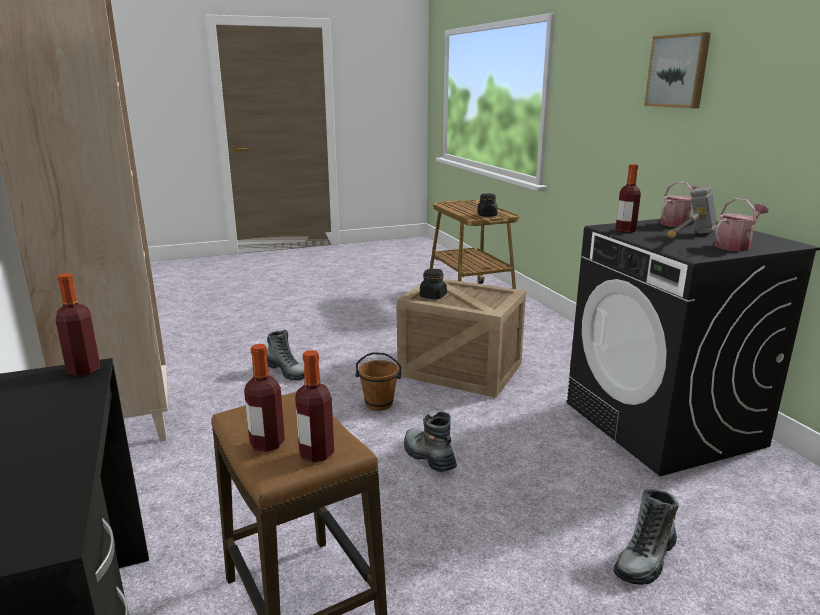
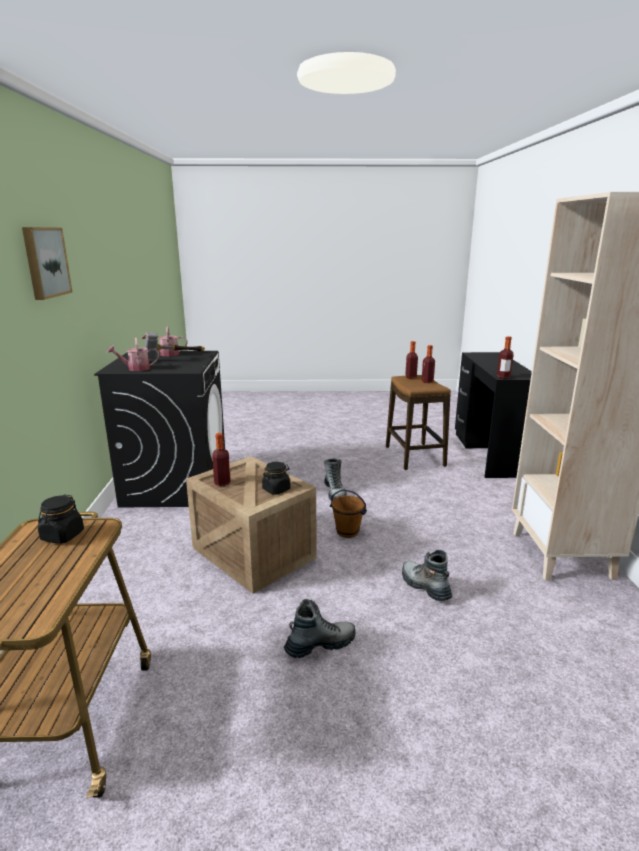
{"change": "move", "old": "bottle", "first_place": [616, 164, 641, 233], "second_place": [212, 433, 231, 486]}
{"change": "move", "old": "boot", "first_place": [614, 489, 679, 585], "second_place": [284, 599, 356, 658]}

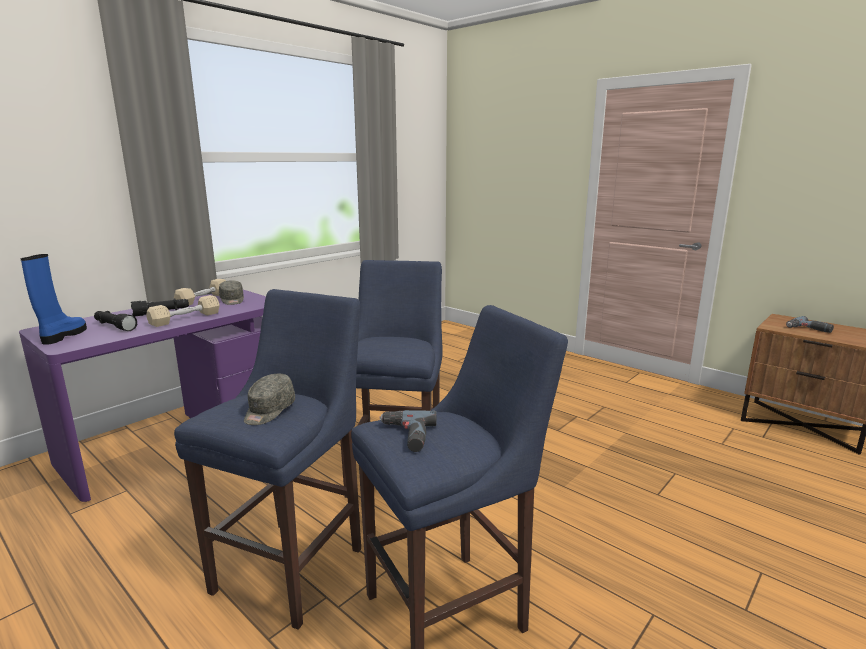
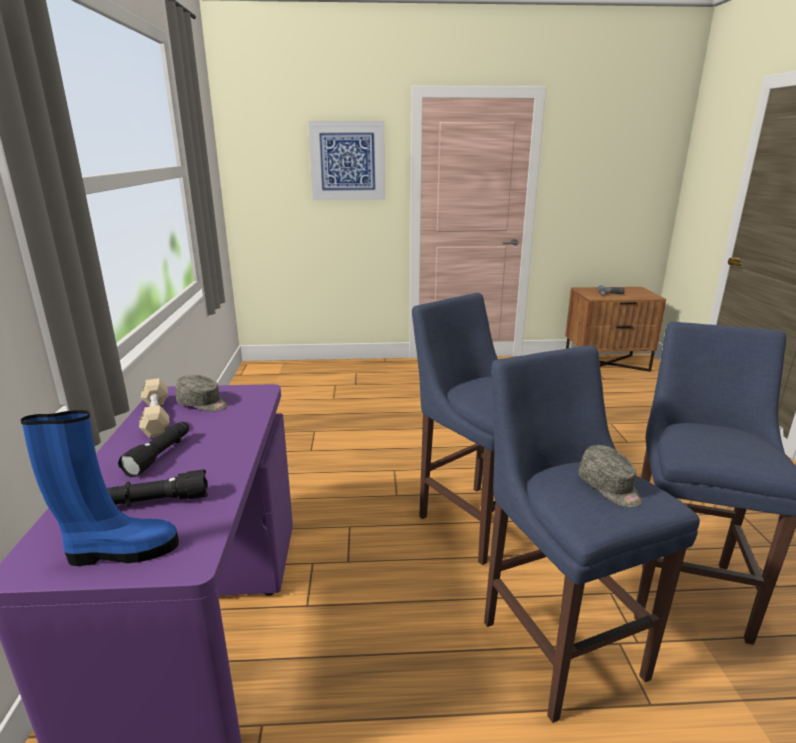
{"change": "rotate", "old": "boot in blue", "first_place": [21, 254, 87, 345], "second_place": [21, 410, 179, 566], "degrees": 120}
{"change": "delete", "old": "dumbbell in beige", "first_place": [146, 295, 220, 327]}
{"change": "delete", "old": "power drill", "first_place": [379, 410, 437, 452]}
{"change": "insert", "new": "picture", "second_place": [308, 121, 385, 200]}

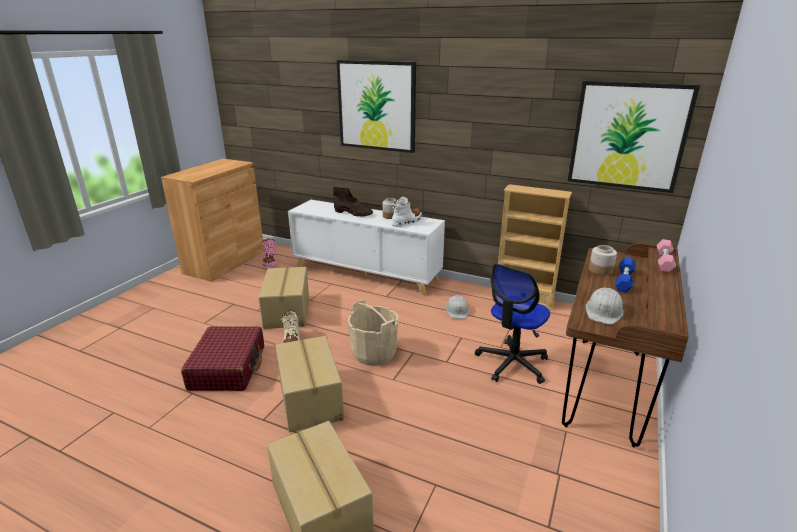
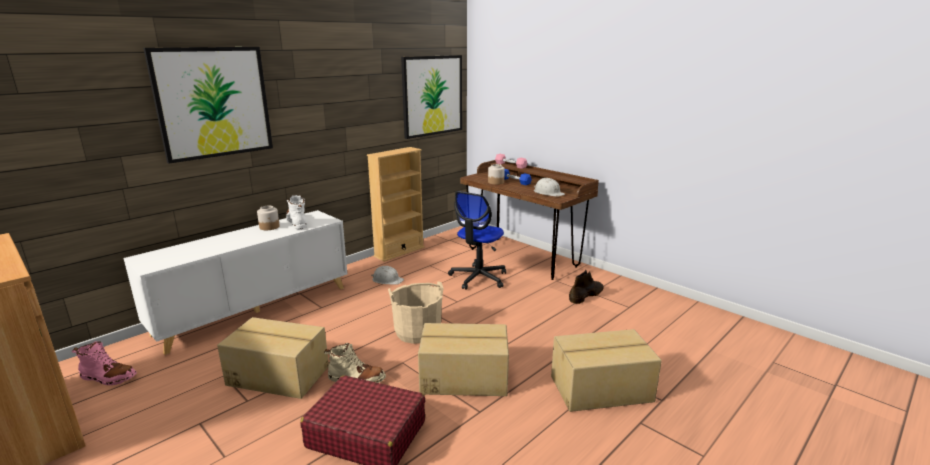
{"change": "move", "old": "boot in brown", "first_place": [333, 187, 373, 217], "second_place": [569, 270, 604, 304]}
{"change": "rotate", "old": "office chair", "first_place": [475, 263, 550, 384], "second_place": [448, 191, 506, 290], "degrees": 60}

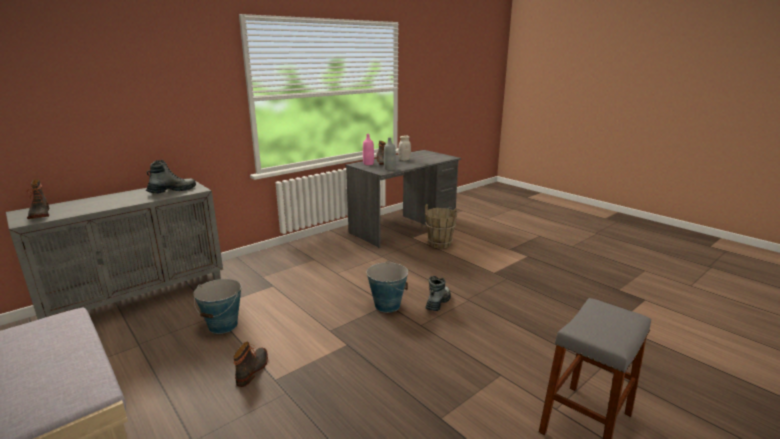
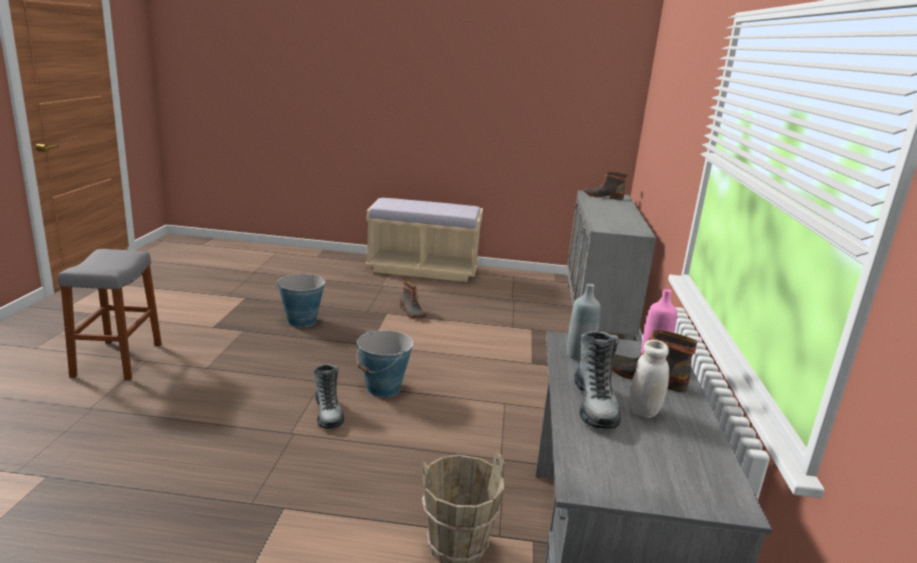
{"change": "move", "old": "boot", "first_place": [146, 160, 196, 194], "second_place": [574, 331, 621, 429]}
{"change": "move", "old": "bucket", "first_place": [193, 279, 241, 334], "second_place": [276, 274, 325, 327]}

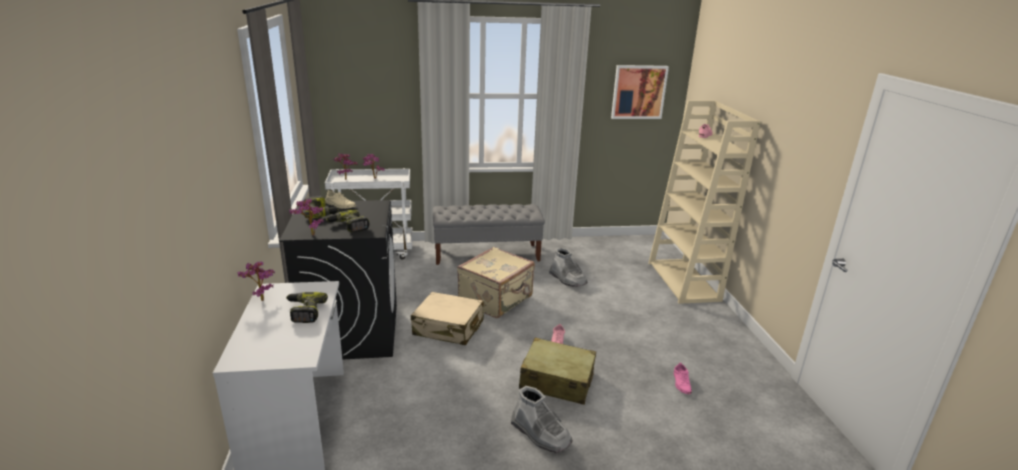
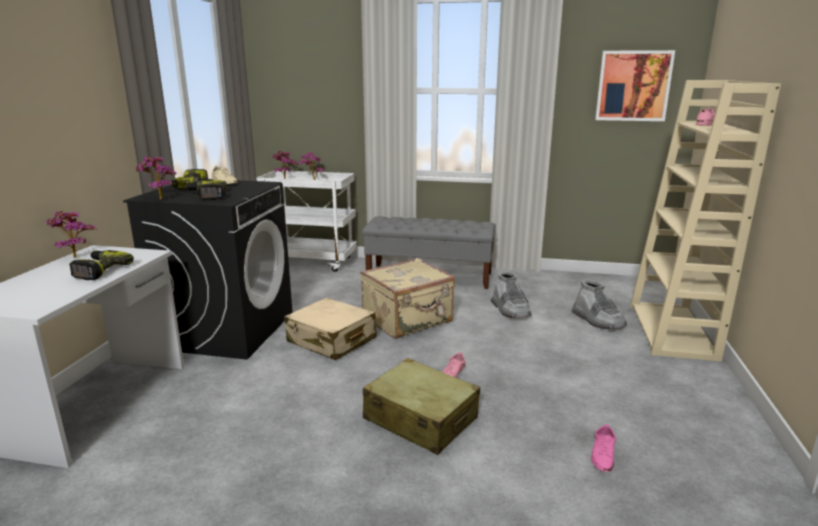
{"change": "move", "old": "boot in grey", "first_place": [511, 386, 573, 453], "second_place": [572, 279, 627, 329]}

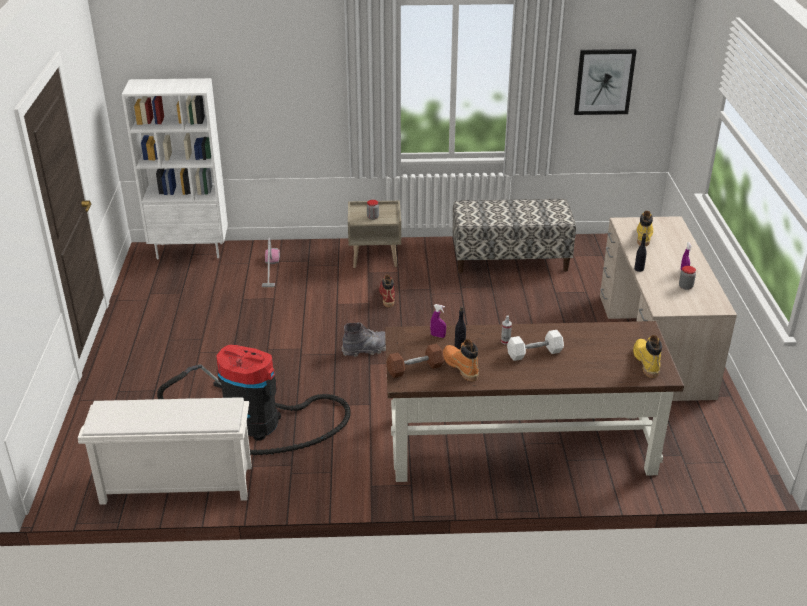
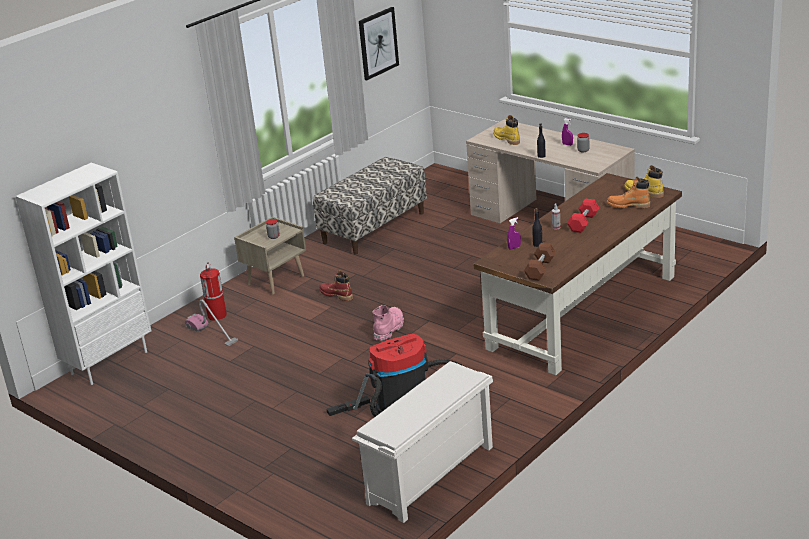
{"change": "recolor", "old": "boot in grey", "new": "boot in pink", "first_place": [342, 323, 386, 357], "second_place": [372, 305, 404, 341]}
{"change": "recolor", "old": "dumbbell in white", "new": "dumbbell in red", "first_place": [507, 330, 564, 361], "second_place": [567, 198, 599, 233]}
{"change": "move", "old": "boot in orange", "first_place": [443, 339, 479, 381], "second_place": [607, 177, 651, 209]}
{"change": "insert", "new": "fire extinguisher", "second_place": [200, 262, 227, 321]}

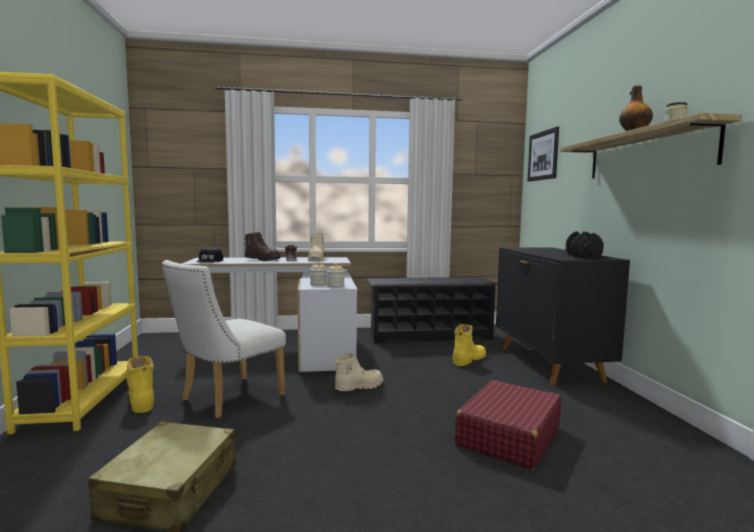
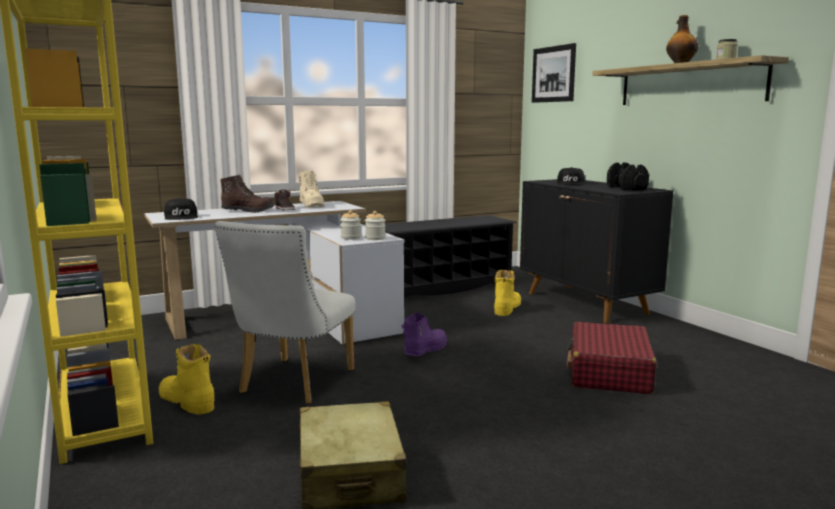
{"change": "recolor", "old": "boot in beige", "new": "boot in purple", "first_place": [334, 353, 383, 391], "second_place": [402, 313, 447, 356]}
{"change": "insert", "new": "cap in black", "second_place": [557, 167, 585, 185]}

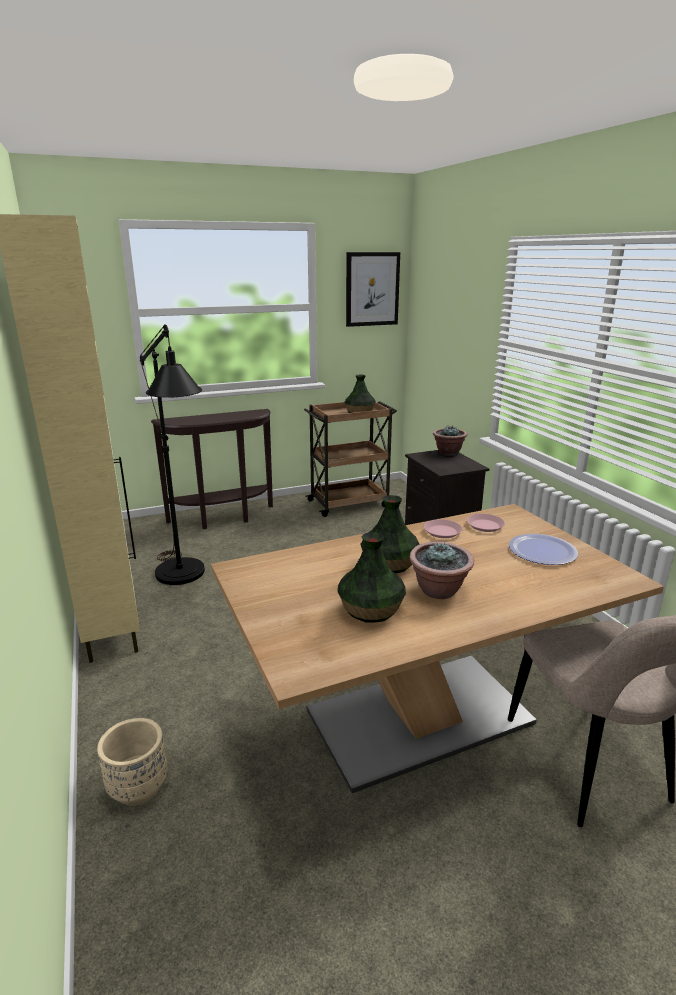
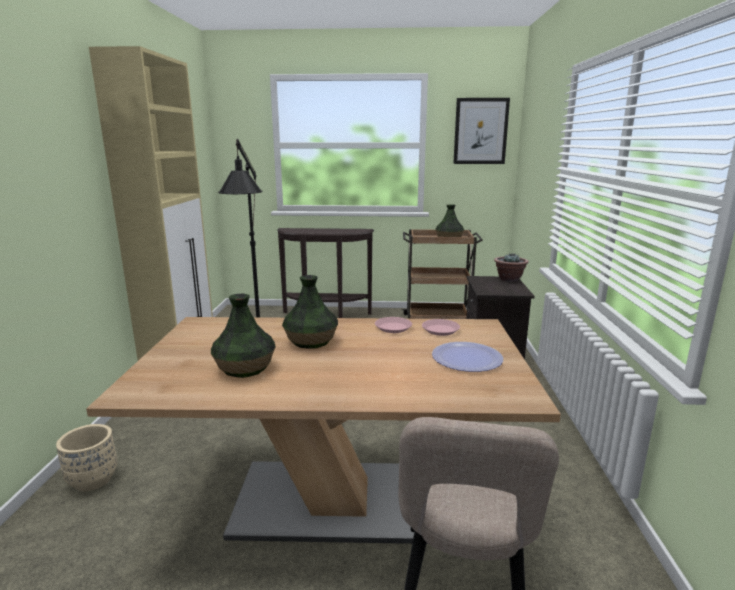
{"change": "delete", "old": "potted plant", "first_place": [409, 542, 474, 599]}

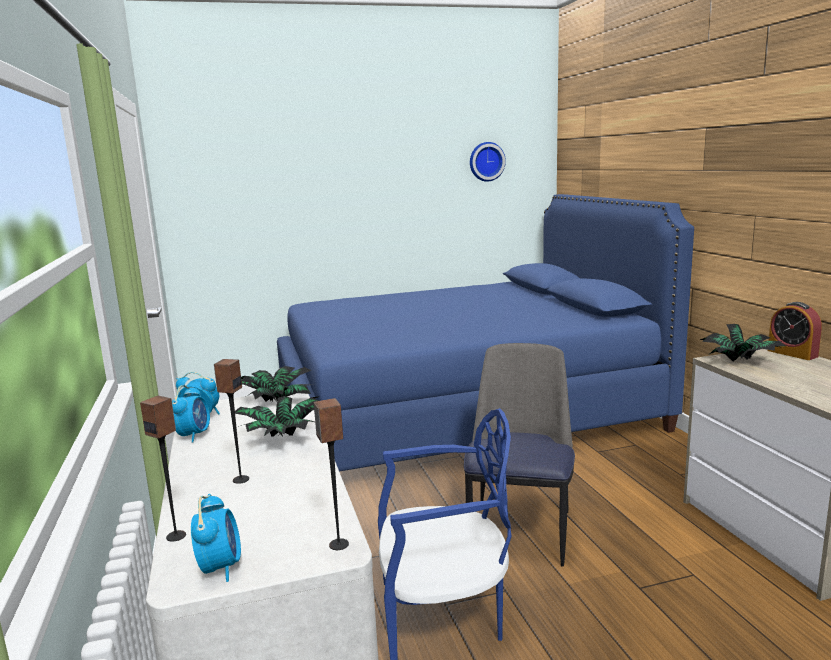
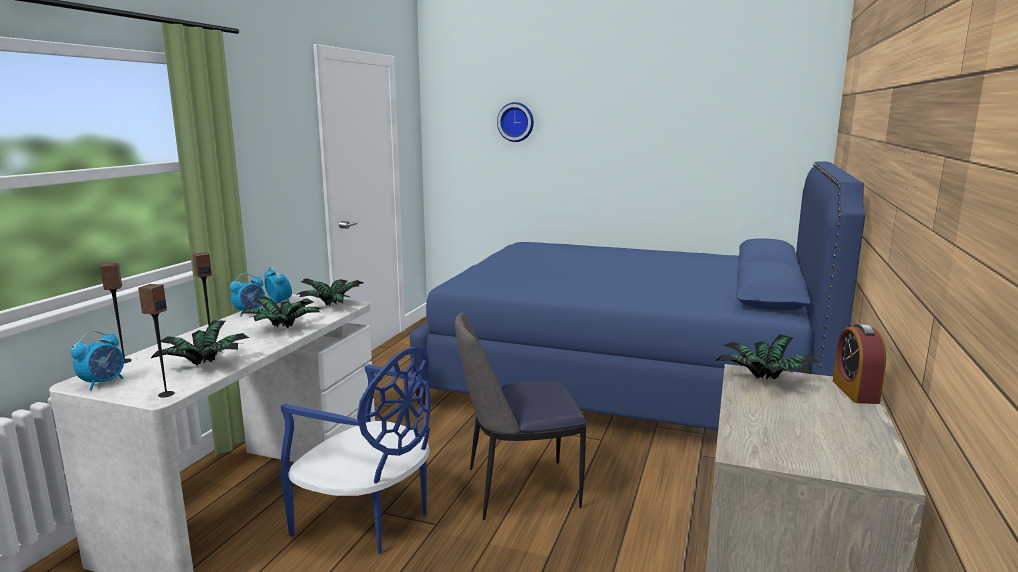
{"change": "move", "old": "wall clock", "first_place": [470, 142, 506, 182], "second_place": [497, 102, 534, 142]}
{"change": "rotate", "old": "chair", "first_place": [464, 343, 575, 567], "second_place": [455, 313, 587, 520], "degrees": -150}
{"change": "insert", "new": "potted plant", "second_place": [151, 320, 249, 365]}

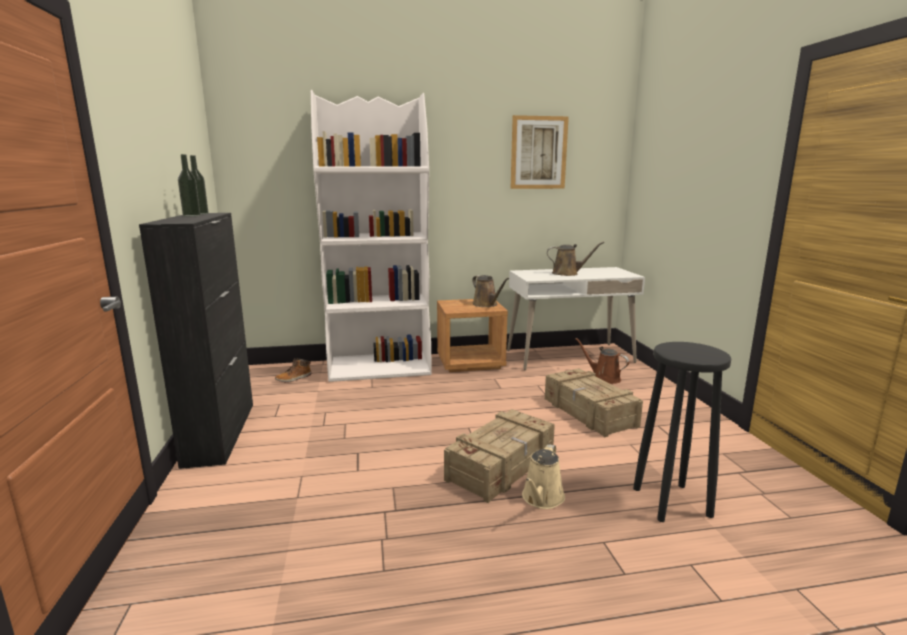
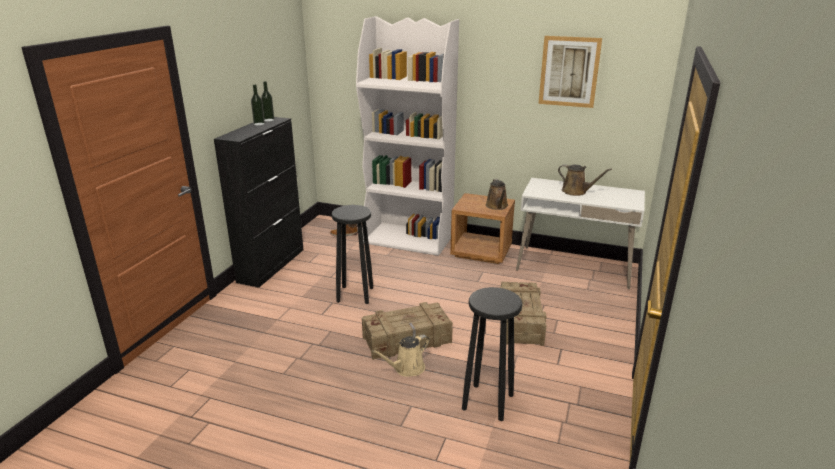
{"change": "delete", "old": "watering can in brown", "first_place": [575, 338, 629, 384]}
{"change": "insert", "new": "stool in black", "second_place": [331, 205, 373, 304]}

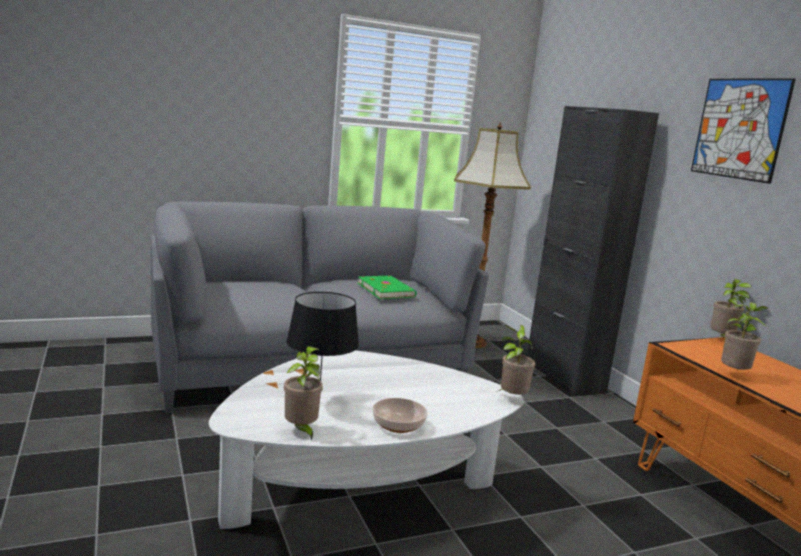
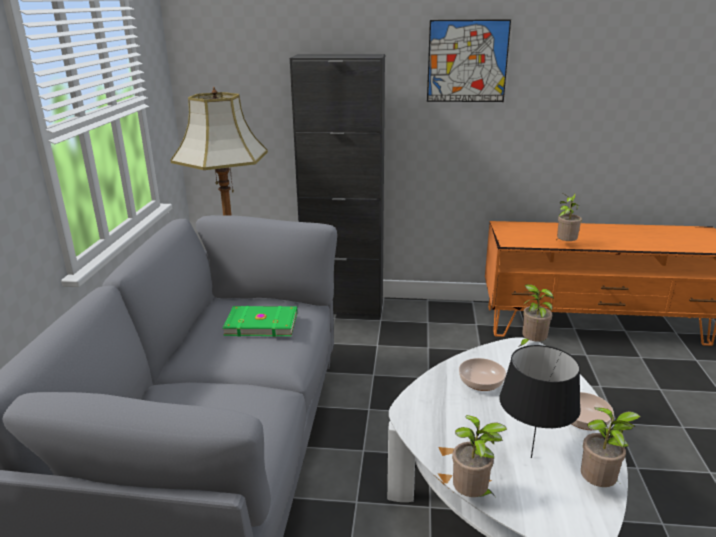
{"change": "move", "old": "potted plant", "first_place": [711, 279, 751, 338], "second_place": [452, 415, 507, 497]}
{"change": "insert", "new": "bowl", "second_place": [459, 358, 506, 391]}

